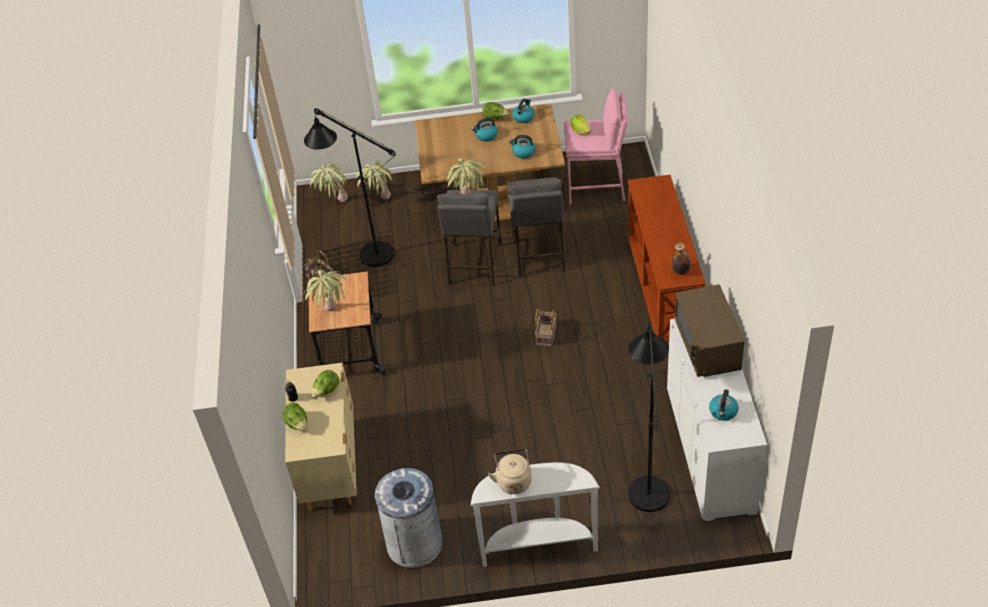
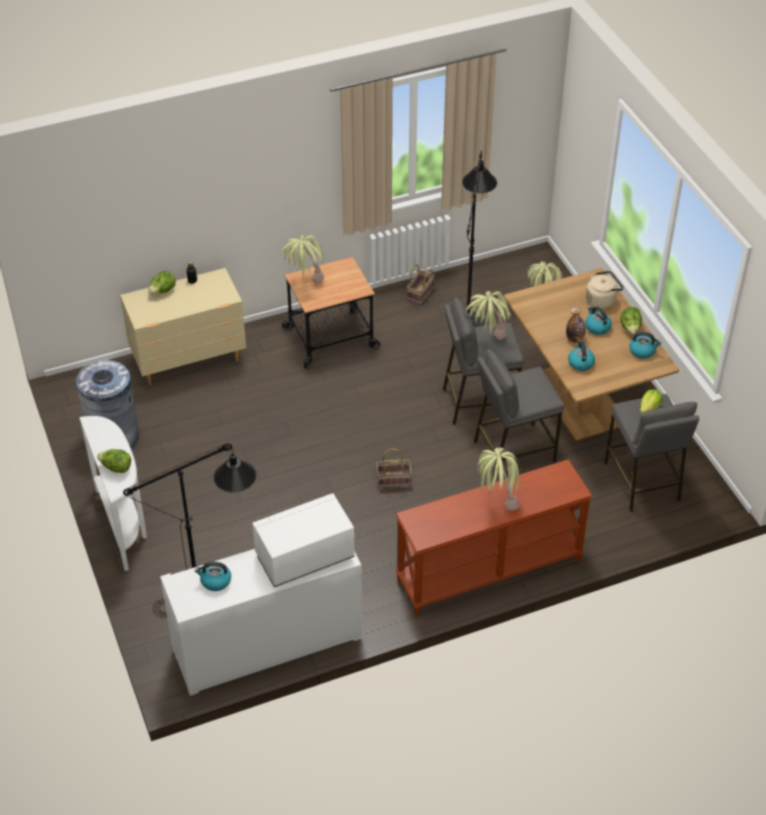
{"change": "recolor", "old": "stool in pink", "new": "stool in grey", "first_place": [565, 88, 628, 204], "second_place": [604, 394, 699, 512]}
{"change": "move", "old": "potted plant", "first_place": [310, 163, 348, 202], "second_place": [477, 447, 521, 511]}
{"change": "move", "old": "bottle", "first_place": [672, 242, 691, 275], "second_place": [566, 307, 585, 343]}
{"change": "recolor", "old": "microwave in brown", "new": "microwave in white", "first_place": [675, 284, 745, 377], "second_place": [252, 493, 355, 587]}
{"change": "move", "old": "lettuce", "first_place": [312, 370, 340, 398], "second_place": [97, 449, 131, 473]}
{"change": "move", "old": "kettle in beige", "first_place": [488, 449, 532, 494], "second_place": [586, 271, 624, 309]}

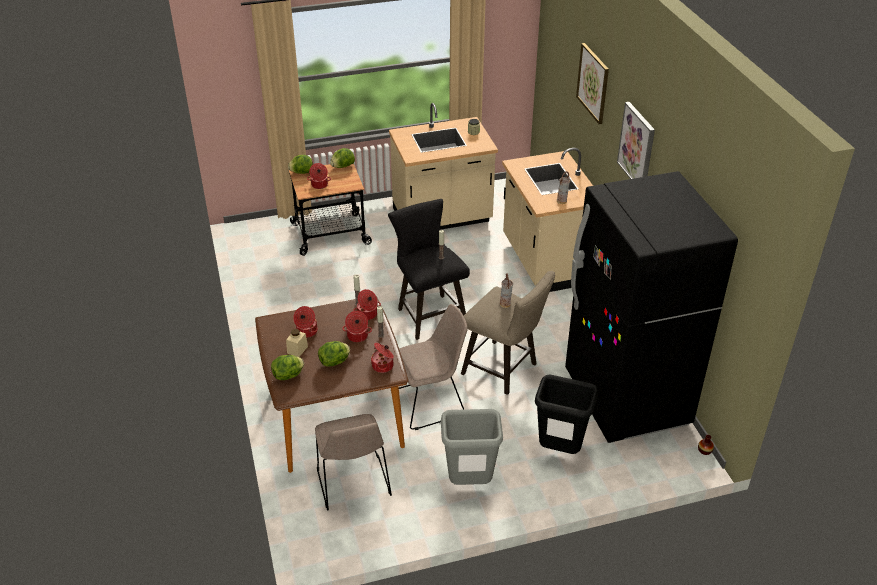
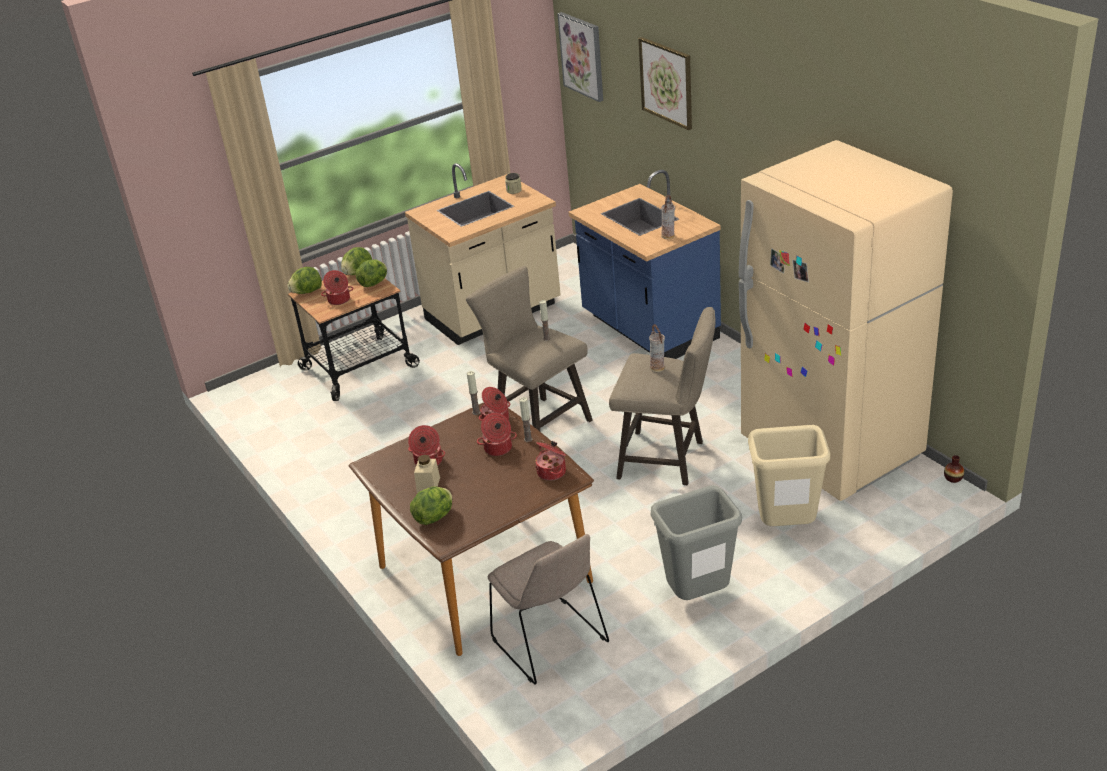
{"change": "move", "old": "picture", "first_place": [617, 102, 655, 179], "second_place": [557, 12, 603, 102]}
{"change": "recolor", "old": "counter in beige", "new": "counter in blue", "first_place": [502, 148, 593, 292], "second_place": [569, 170, 721, 359]}
{"change": "recolor", "old": "fridge in black", "new": "fridge in beige", "first_place": [565, 171, 738, 443], "second_place": [739, 140, 953, 501]}
{"change": "recolor", "old": "stool in black", "new": "stool in beige", "first_place": [388, 199, 470, 340], "second_place": [466, 266, 592, 431]}
{"change": "delete", "old": "chair in beige", "first_place": [399, 304, 468, 430]}
{"change": "move", "old": "lettuce", "first_place": [318, 341, 350, 366], "second_place": [356, 259, 387, 287]}
{"change": "recolor", "old": "trash can in black", "new": "trash can in beige", "first_place": [535, 374, 598, 454], "second_place": [748, 425, 830, 526]}

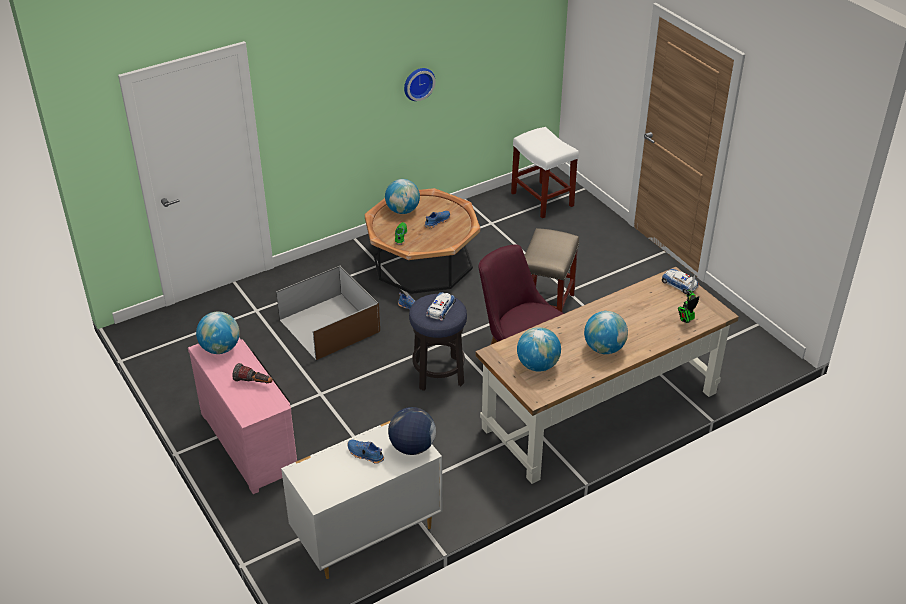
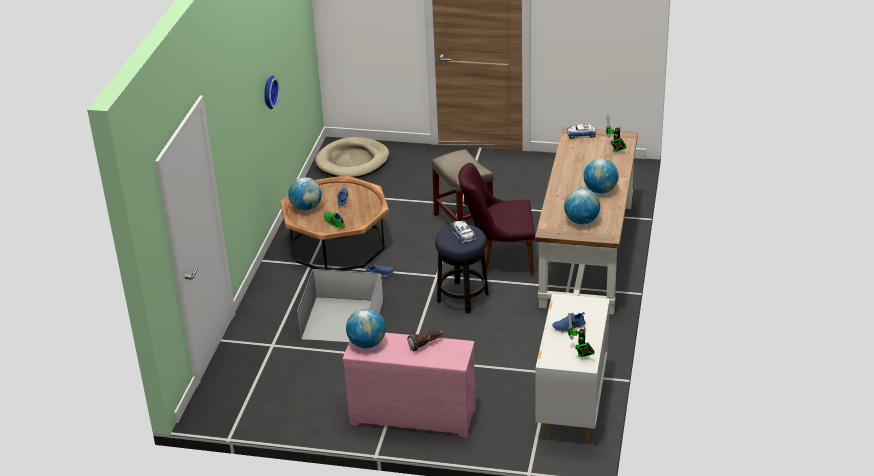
{"change": "replace", "old": "stool in white", "new": "dog bed in beige", "first_place": [511, 127, 579, 218], "second_place": [315, 137, 389, 178]}
{"change": "recolor", "old": "storage box in brown", "new": "storage box in white", "first_place": [276, 265, 380, 360], "second_place": [297, 269, 383, 342]}
{"change": "delete", "old": "globe", "first_place": [388, 407, 436, 455]}
{"change": "insert", "new": "toy robot", "second_place": [567, 313, 595, 357]}

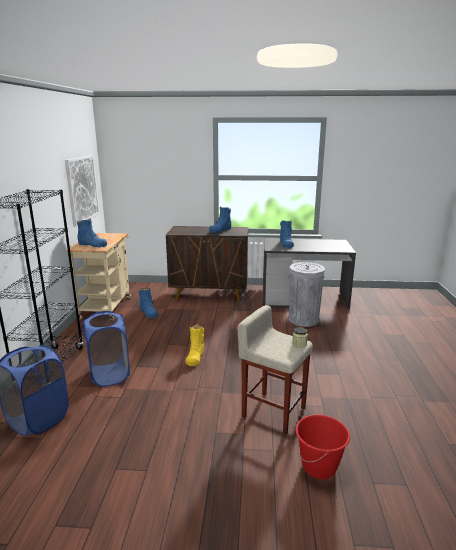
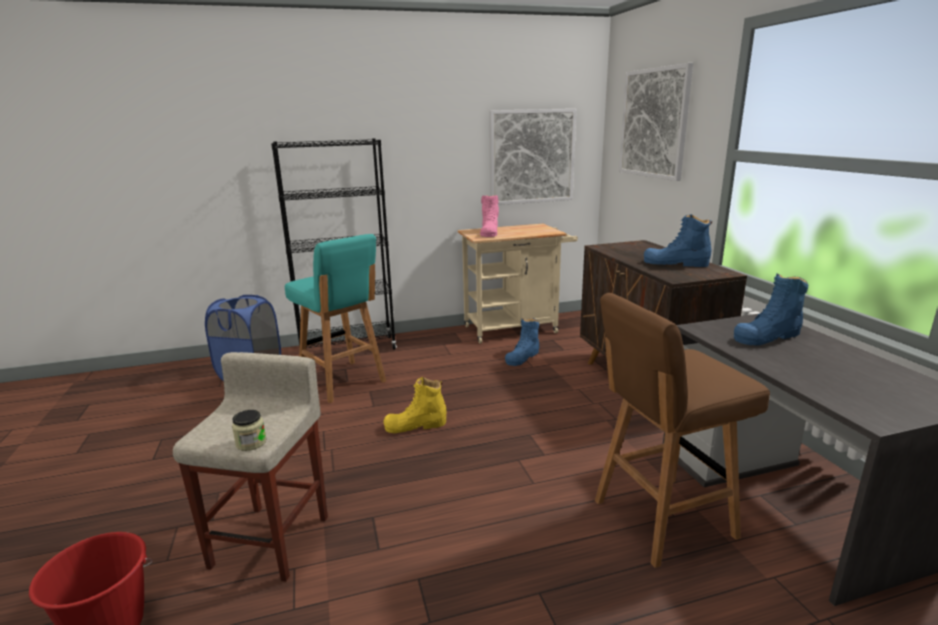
{"change": "recolor", "old": "boot in blue", "new": "boot in pink", "first_place": [77, 218, 107, 247], "second_place": [480, 195, 499, 237]}
{"change": "replace", "old": "trash can in grey", "new": "stool in brown", "first_place": [288, 262, 325, 327], "second_place": [595, 293, 770, 568]}
{"change": "replace", "old": "laundry basket in blue", "new": "stool in turquoise", "first_place": [83, 311, 130, 387], "second_place": [285, 234, 386, 403]}
{"change": "insert", "new": "picture", "second_place": [619, 63, 693, 181]}

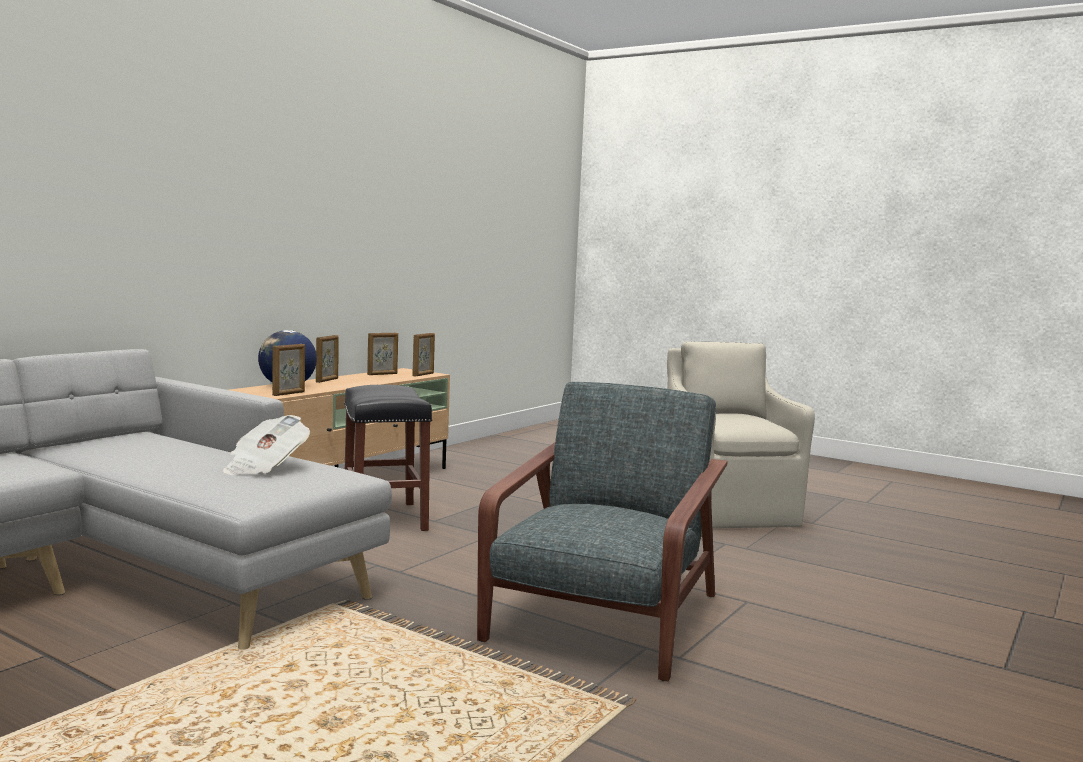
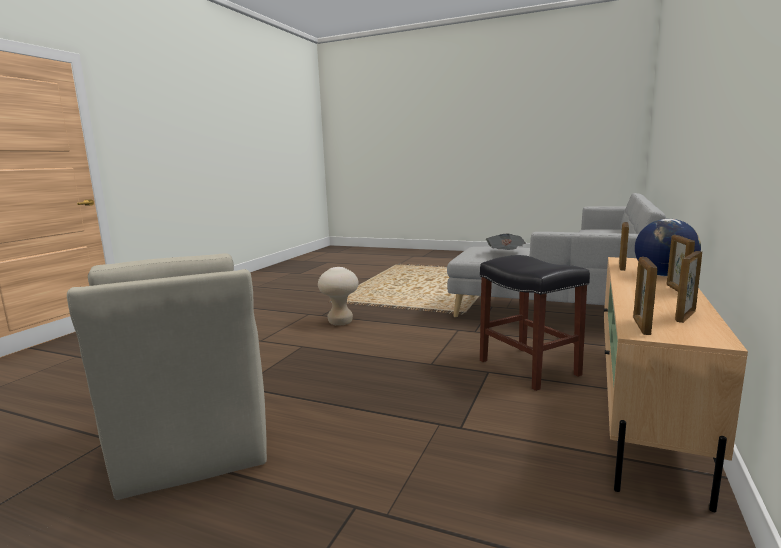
{"change": "replace", "old": "armchair in grey", "new": "stool in beige", "first_place": [477, 382, 728, 681], "second_place": [318, 267, 359, 326]}

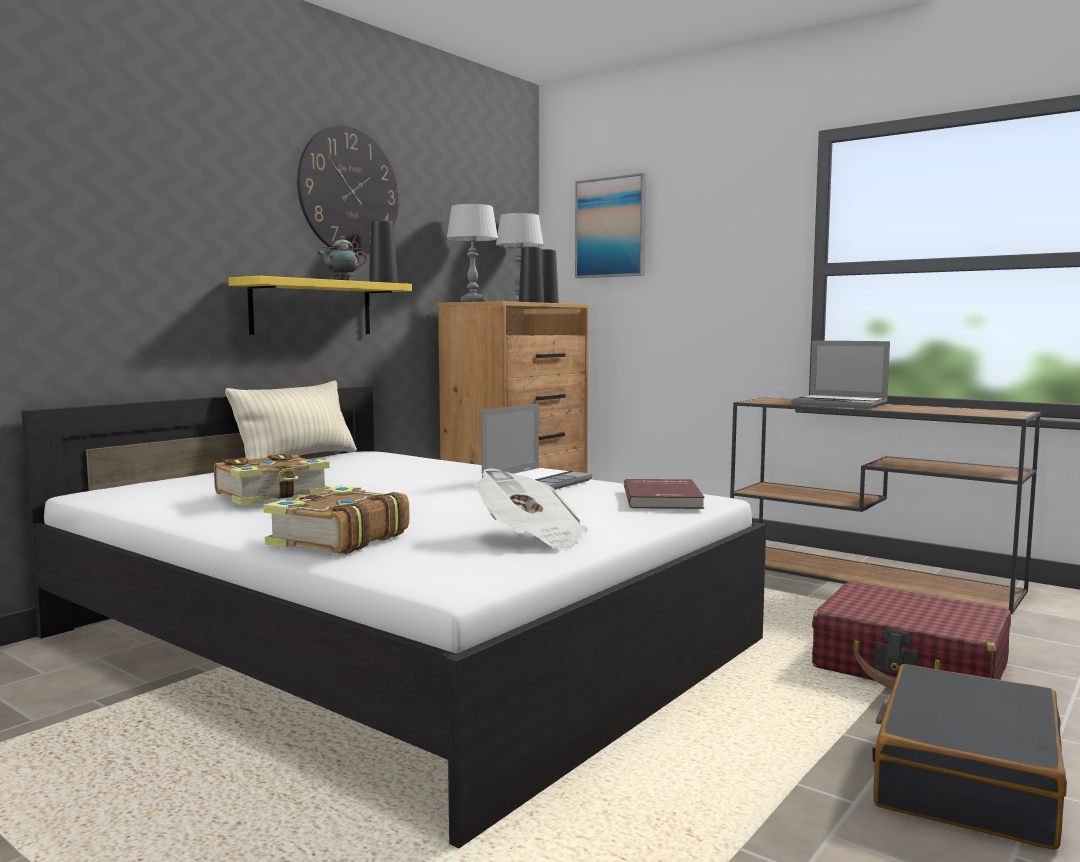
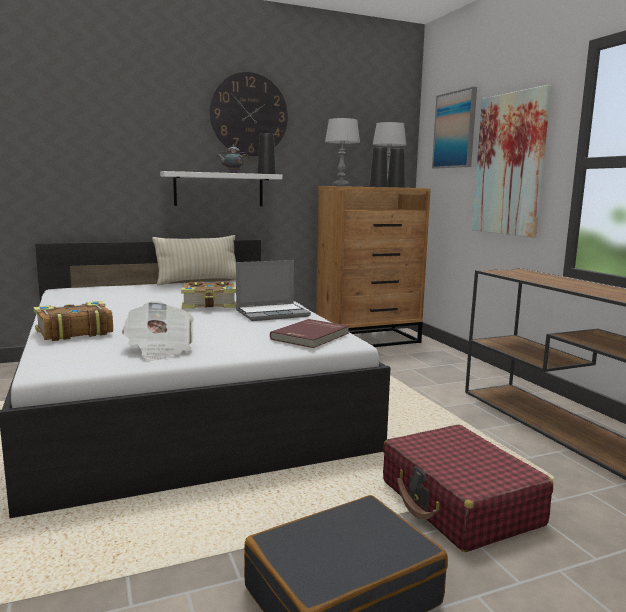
{"change": "recolor", "old": "shelf in yellow", "new": "shelf in white", "first_place": [228, 276, 412, 335], "second_place": [160, 171, 282, 206]}
{"change": "delete", "old": "laptop", "first_place": [791, 341, 890, 409]}
{"change": "move", "old": "book", "first_place": [214, 453, 330, 505], "second_place": [181, 281, 236, 309]}
{"change": "insert", "new": "picture", "second_place": [472, 85, 552, 237]}

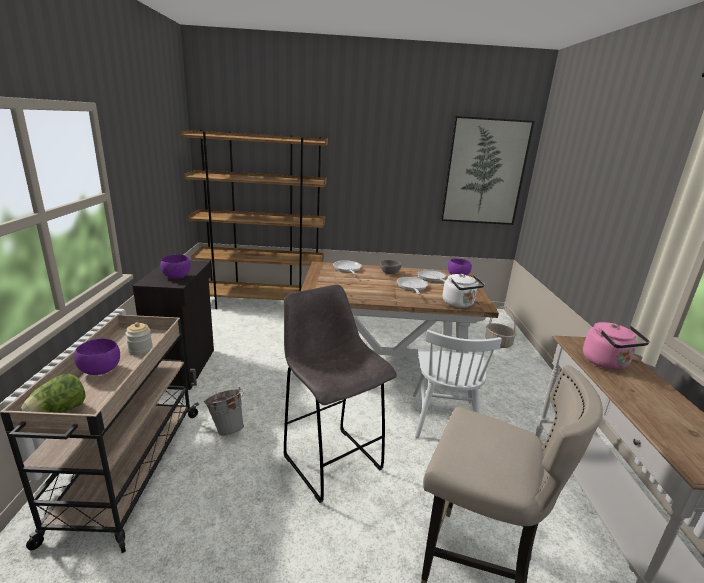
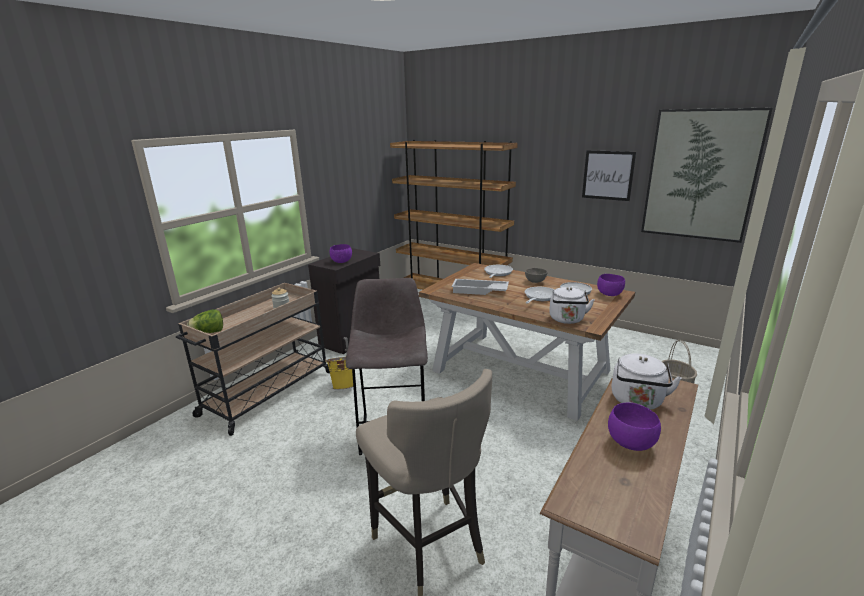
{"change": "recolor", "old": "kettle in pink", "new": "kettle in white", "first_place": [583, 322, 650, 370], "second_place": [611, 354, 682, 410]}
{"change": "delete", "old": "chair in white", "first_place": [413, 330, 502, 438]}
{"change": "move", "old": "bowl in purple", "first_place": [74, 339, 120, 375], "second_place": [608, 403, 661, 451]}
{"change": "recolor", "old": "bucket in grey", "new": "bucket in yellow", "first_place": [204, 387, 244, 436], "second_place": [325, 357, 353, 390]}
{"change": "insert", "new": "picture", "second_place": [582, 150, 636, 201]}
{"change": "insert", "new": "tray in white", "second_place": [452, 279, 509, 295]}

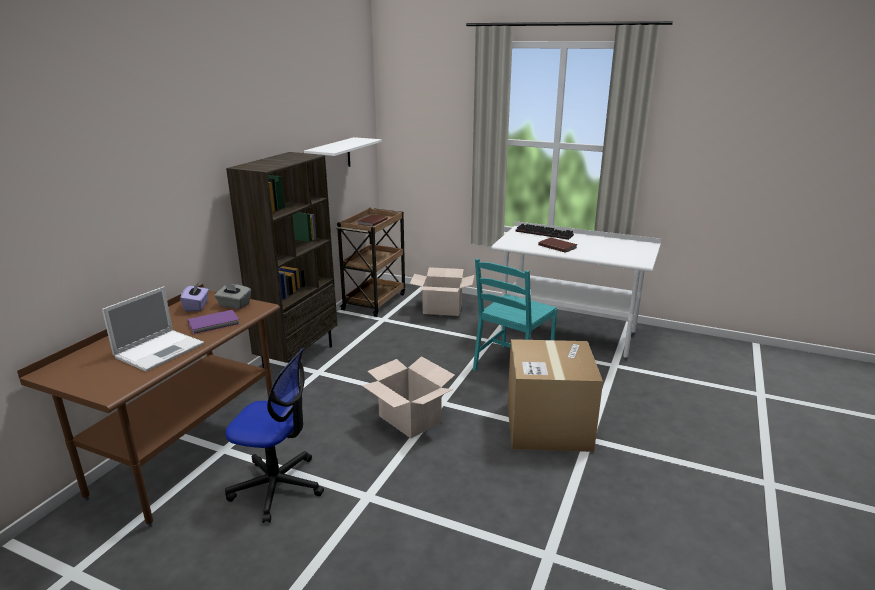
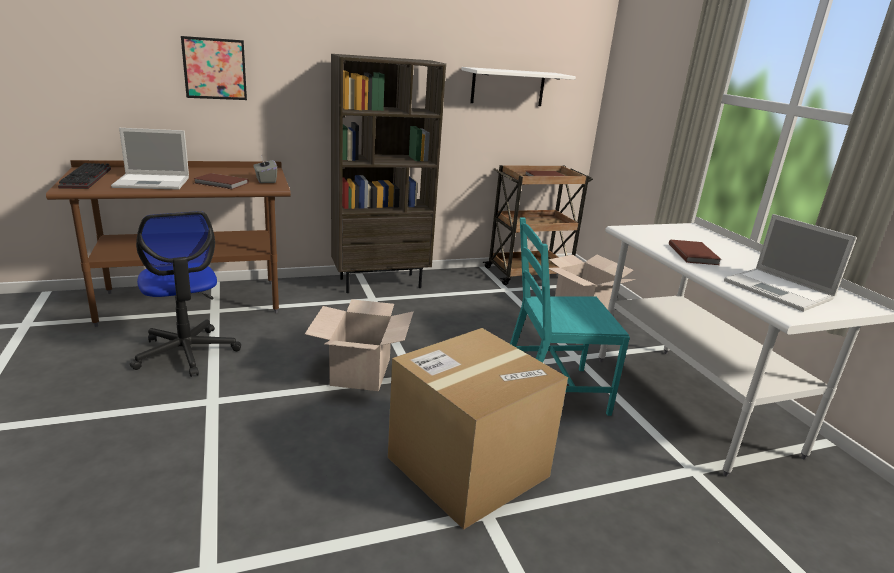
{"change": "move", "old": "keyboard", "first_place": [515, 224, 574, 240], "second_place": [58, 163, 111, 189]}
{"change": "delete", "old": "tissue box in purple", "first_place": [180, 282, 209, 312]}
{"change": "recolor", "old": "book in purple", "new": "book in brown", "first_place": [188, 310, 240, 334], "second_place": [193, 173, 249, 189]}
{"change": "insert", "new": "picture", "second_place": [181, 36, 247, 100]}
{"change": "insert", "new": "laptop", "second_place": [724, 214, 857, 312]}

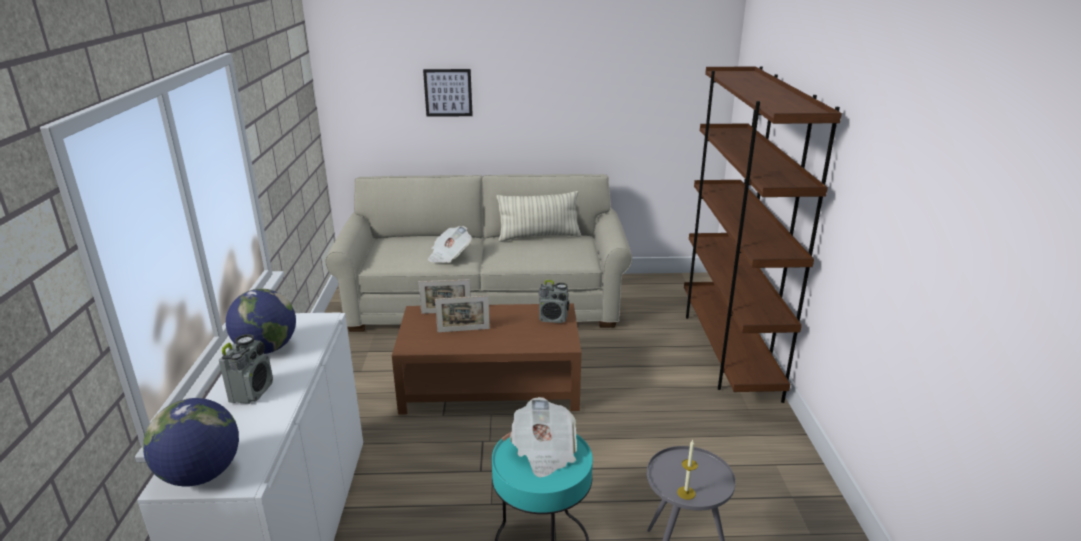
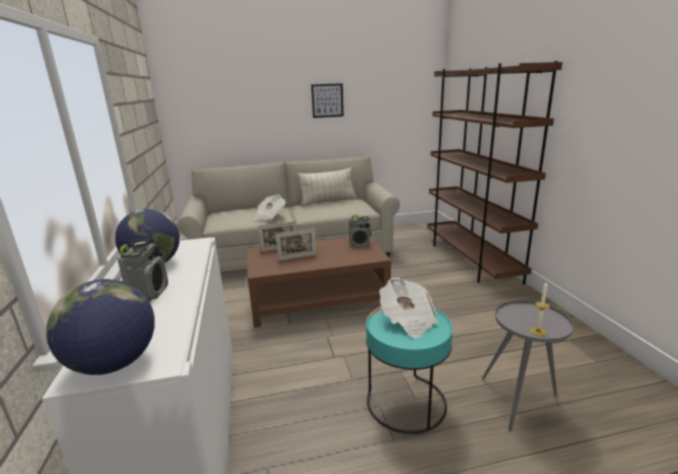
{"change": "move", "old": "picture", "first_place": [423, 69, 473, 117], "second_place": [311, 83, 344, 118]}

